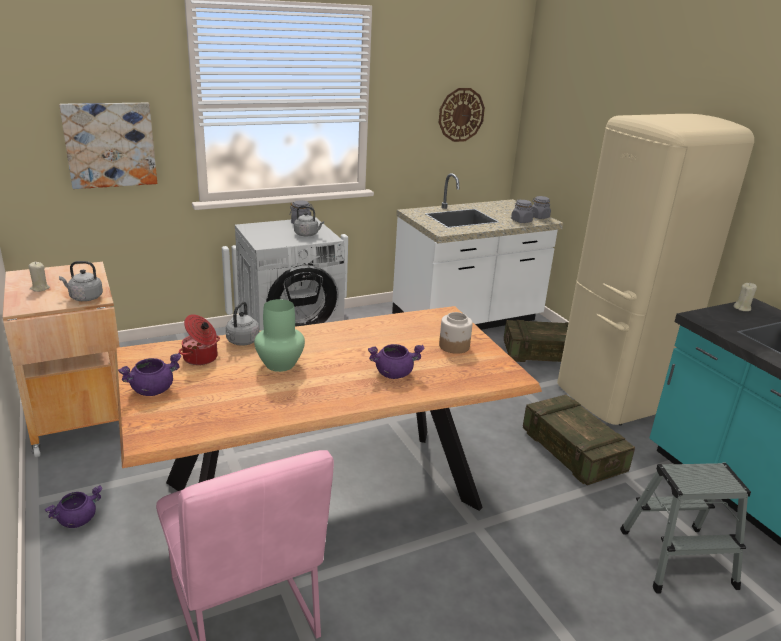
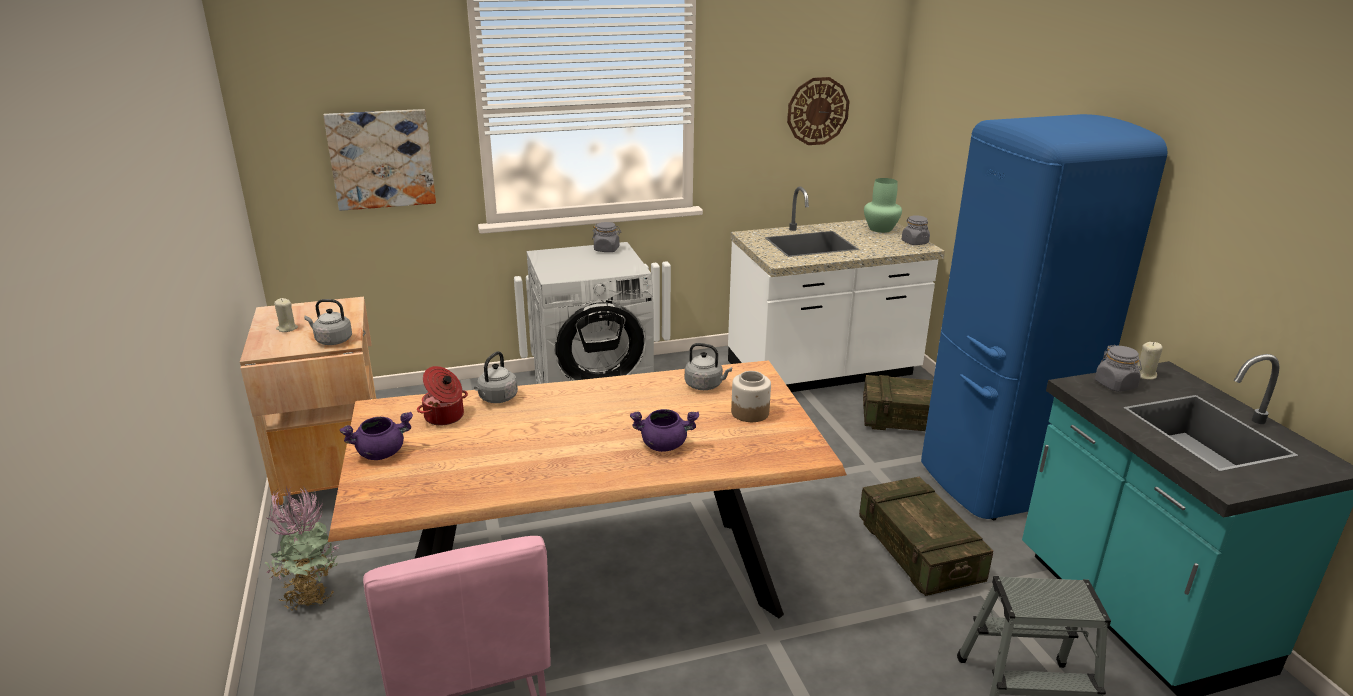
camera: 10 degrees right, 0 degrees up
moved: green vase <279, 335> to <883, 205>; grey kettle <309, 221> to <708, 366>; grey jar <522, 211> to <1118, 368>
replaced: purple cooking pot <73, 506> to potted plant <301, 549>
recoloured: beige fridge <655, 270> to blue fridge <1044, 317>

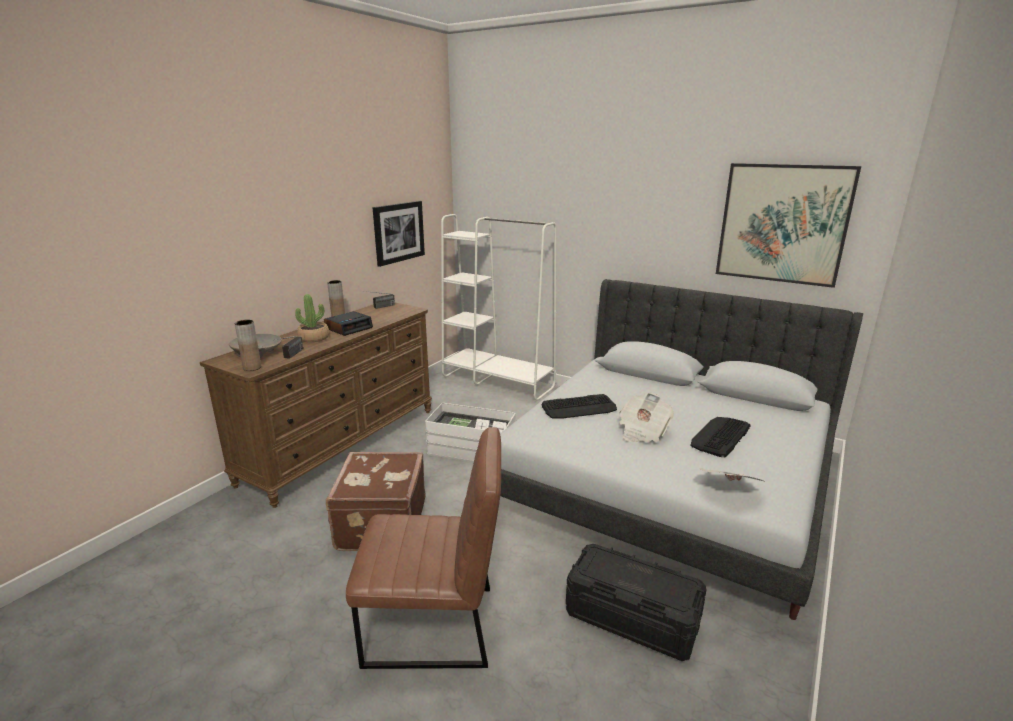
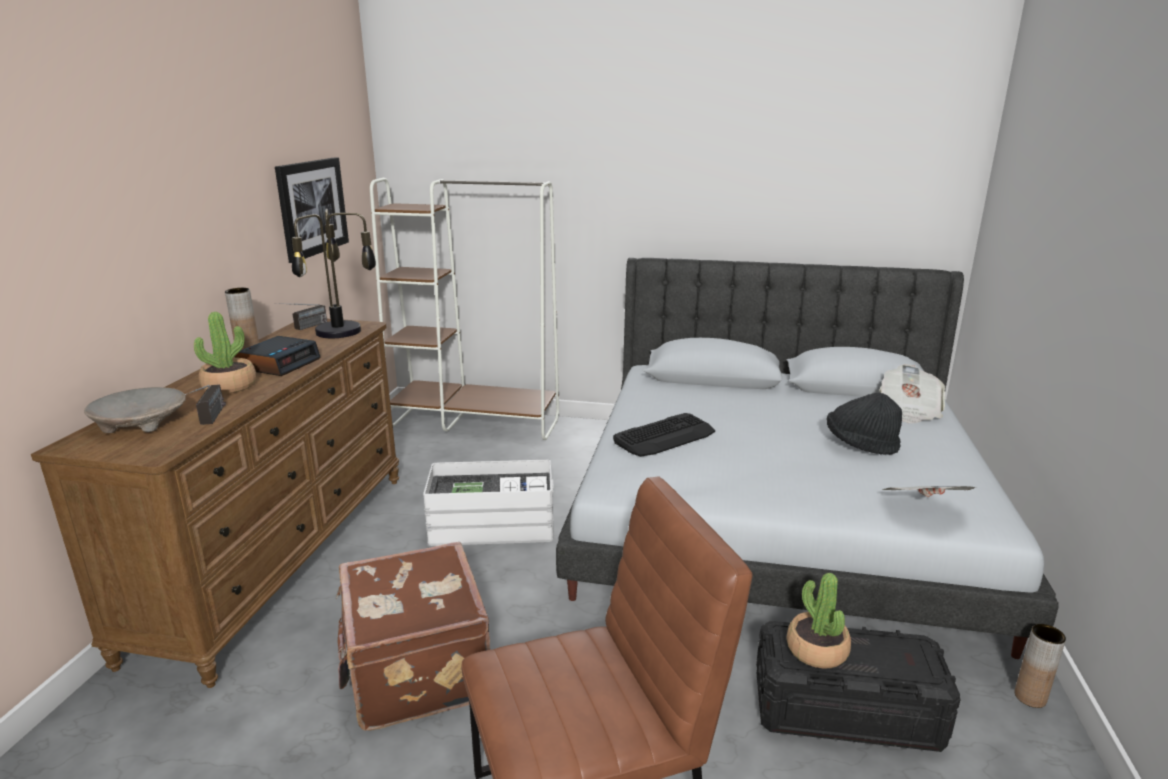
camera: 20 degrees left, 0 degrees up
removed: picture <788, 225>
added: table lamp <334, 273>; potted plant <819, 621>
moved: brown vase <248, 345> to <1040, 666>; newspaper <646, 417> to <912, 393>
replaced: keyboard <720, 437> to black hat <864, 424>
recoloured: white clothes rack <499, 307> to brown clothes rack <464, 309>

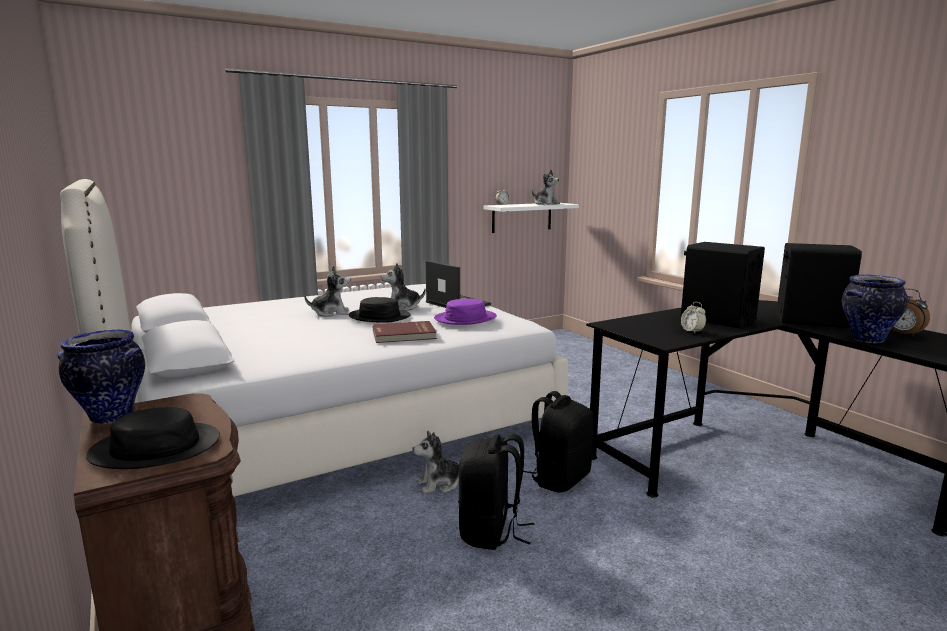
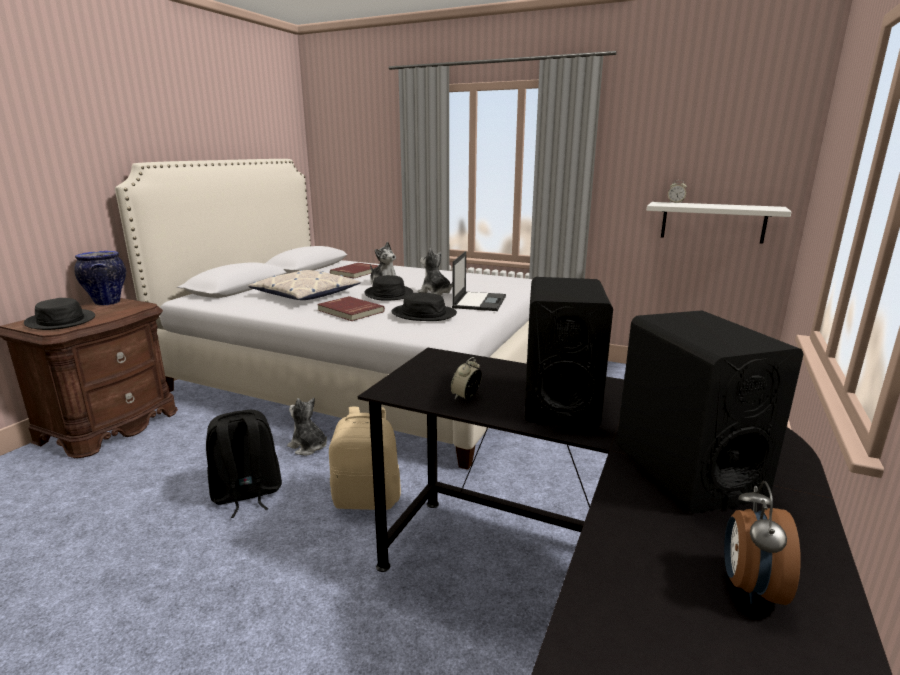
camera: 55 degrees right, 5 degrees up
removed: plush toy <546, 187>; vase <875, 309>
added: pillow <304, 285>; red book <354, 270>
recoloured: purple hat <465, 311> to black hat <424, 307>; black backpack <558, 442> to beige backpack <365, 458>

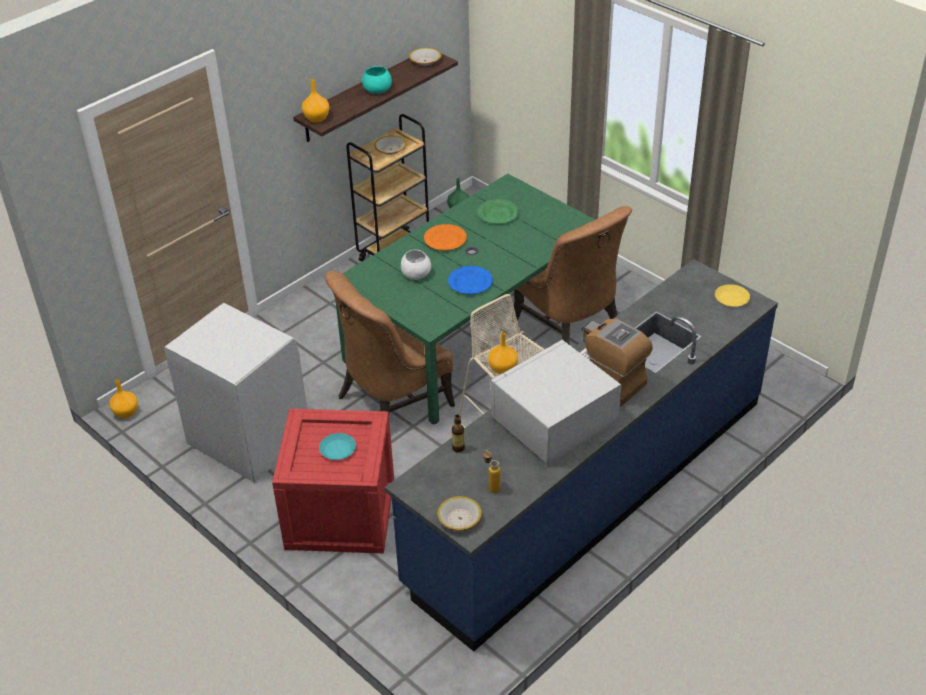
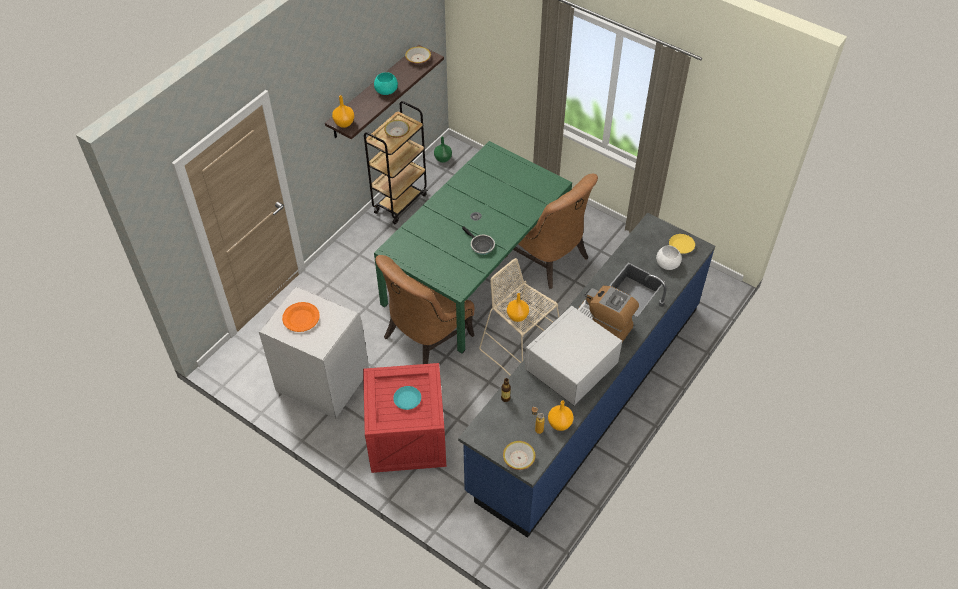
camera: 10 degrees left, 10 degrees up
removed: green plate <498, 211>
moved: orange vase <123, 398> to <561, 416>; white bowl <416, 265> to <669, 257>; orange plate <445, 237> to <301, 317>
replaced: blue plate <470, 280> to frying pan <478, 241>

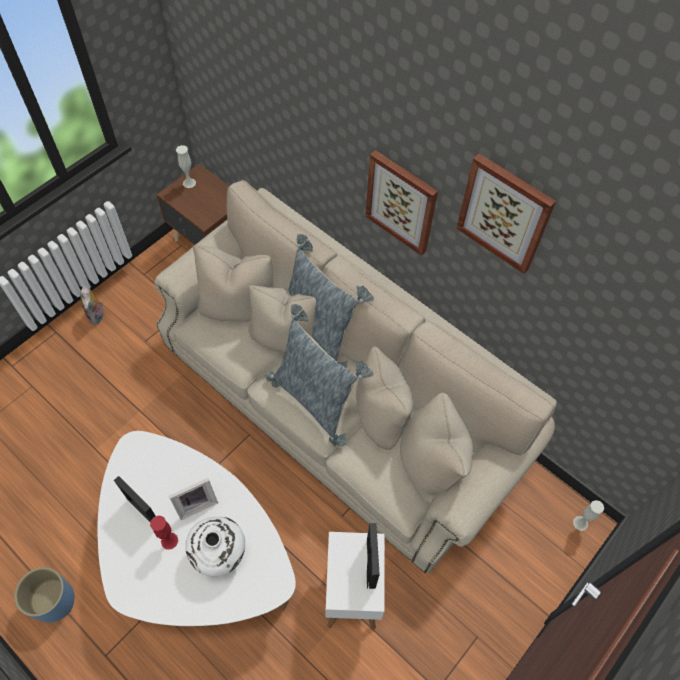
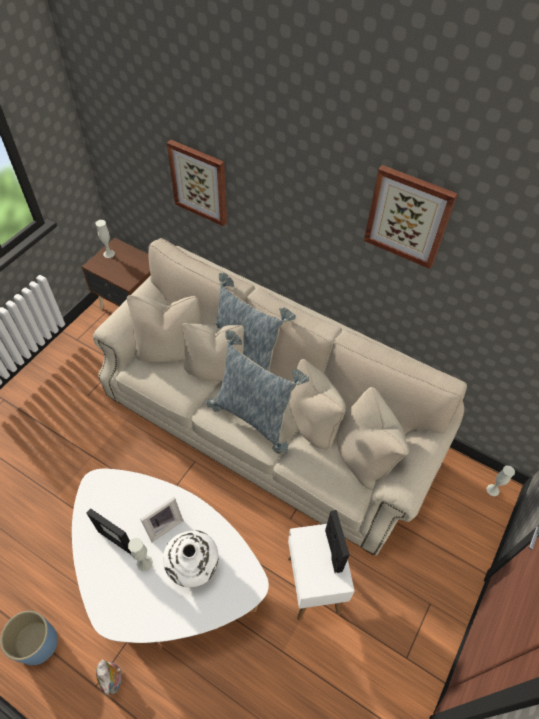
camera: 10 degrees left, 5 degrees down
moved: plush toy <91, 305> to <109, 677>; picture <401, 203> to <197, 183>
recoloured: red vase <164, 532> to white vase <140, 554>

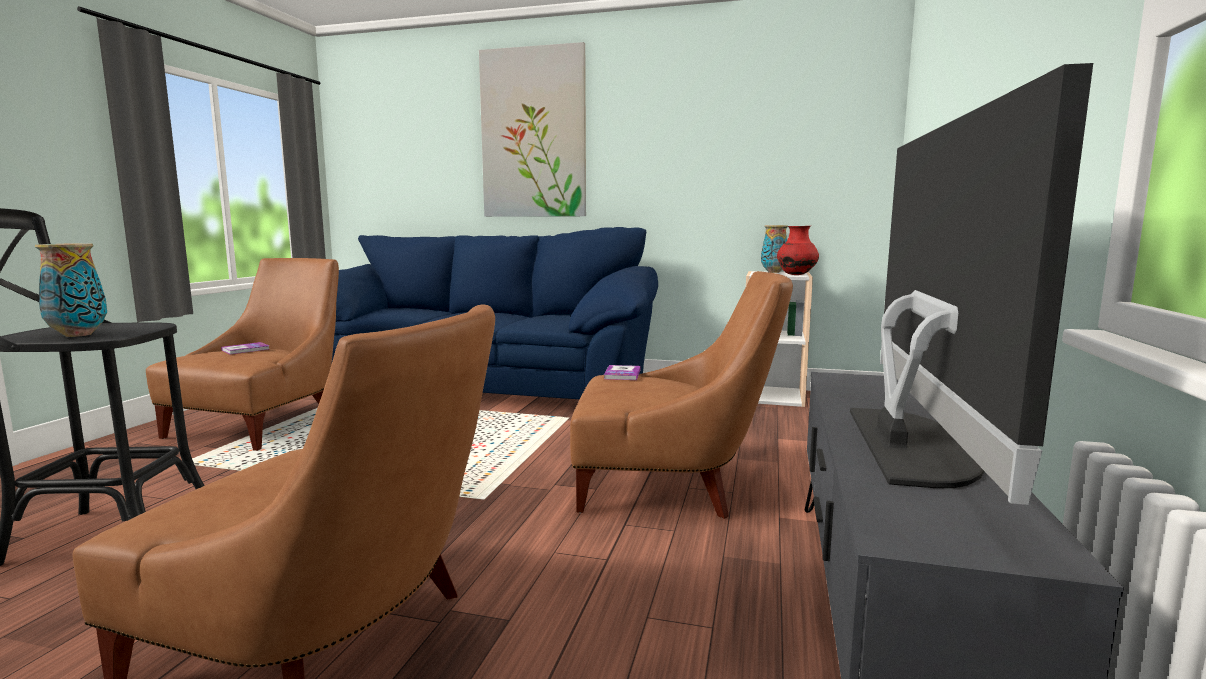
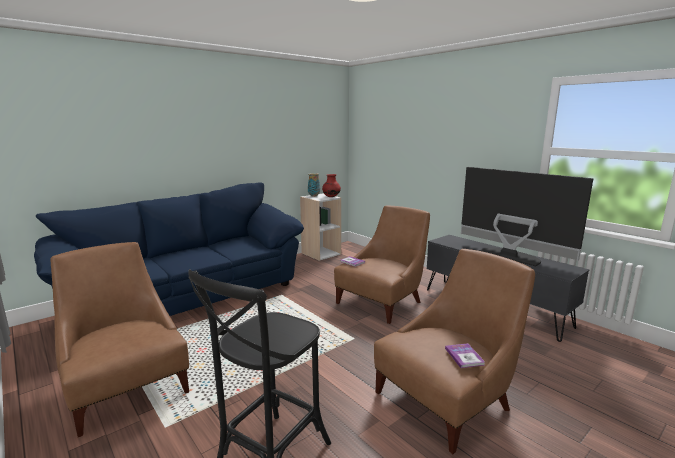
camera: 55 degrees left, 5 degrees up
removed: vase <71, 290>; picture <532, 129>
moved: book <245, 348> to <465, 355>

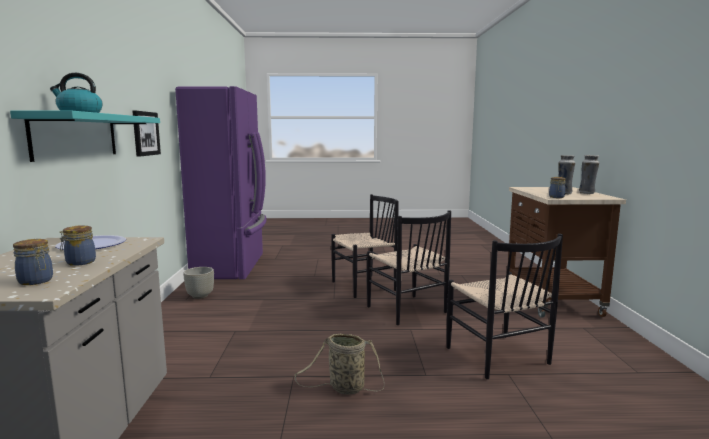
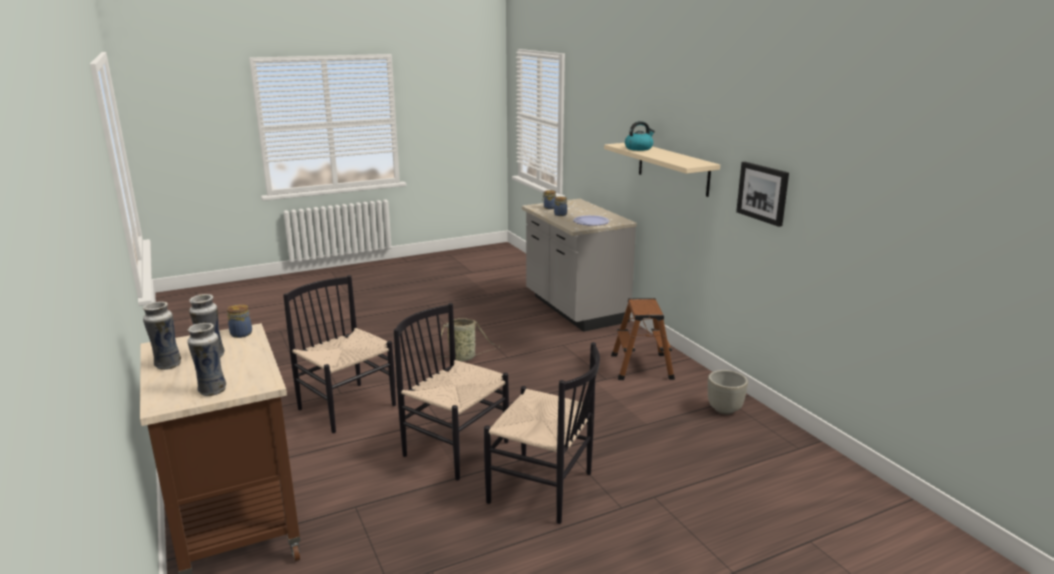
camera: 155 degrees right, 10 degrees up
removed: purple fridge <221, 182>
added: vase <206, 359>; brown step ladder <643, 339>
recoloured: turquoise shelf <85, 136> to beige shelf <662, 170>
turned: black chair <364, 246> = <542, 433> 105 degrees counterclockwise

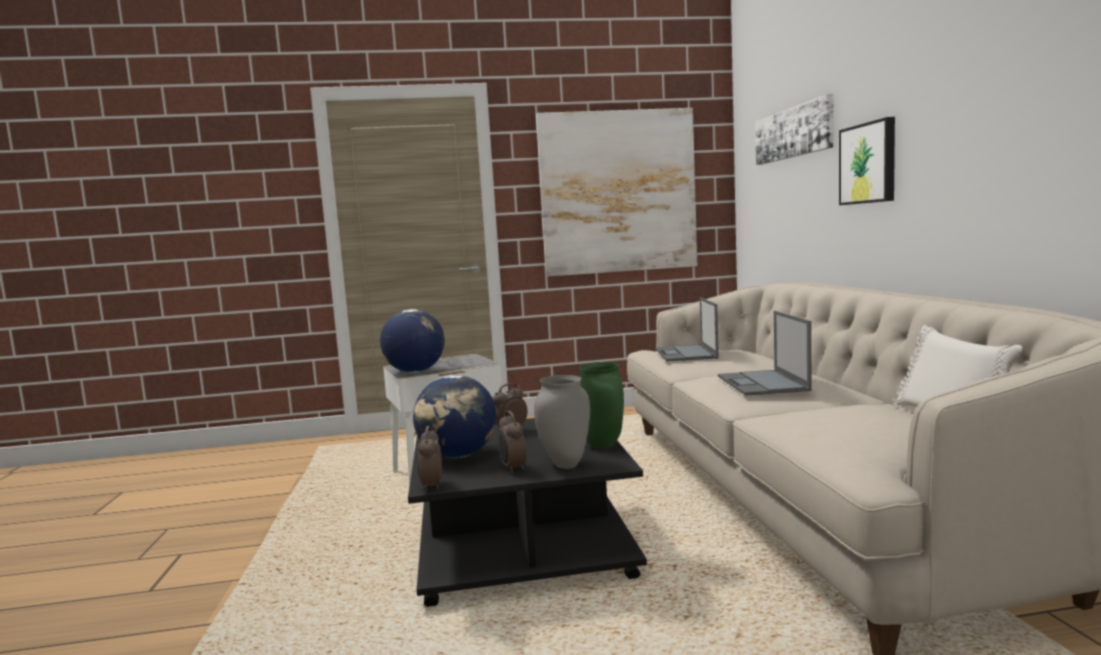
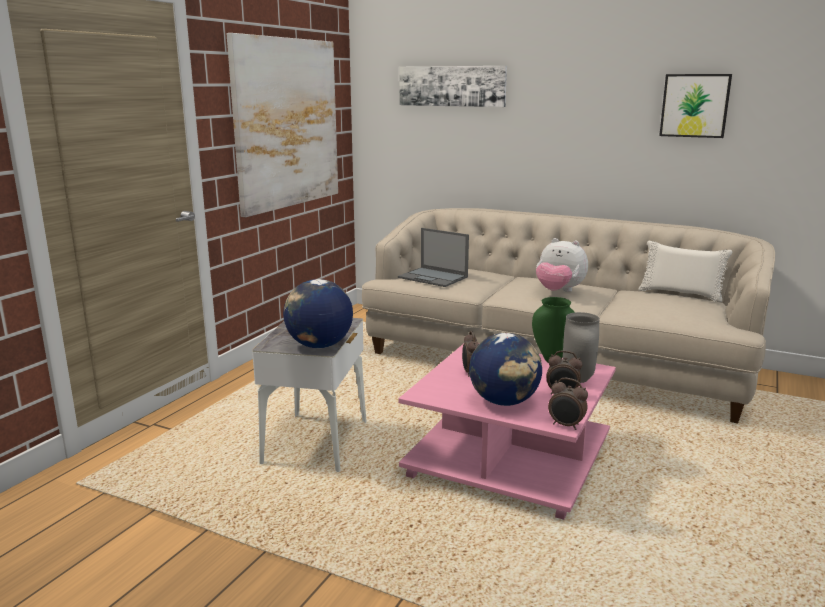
camera: 55 degrees left, 10 degrees up
moved: picture <867, 161> to <695, 106>
replaced: laptop <765, 353> to plush toy <562, 265>
recoloured: black coffee table <527, 512> to pink coffee table <507, 431>

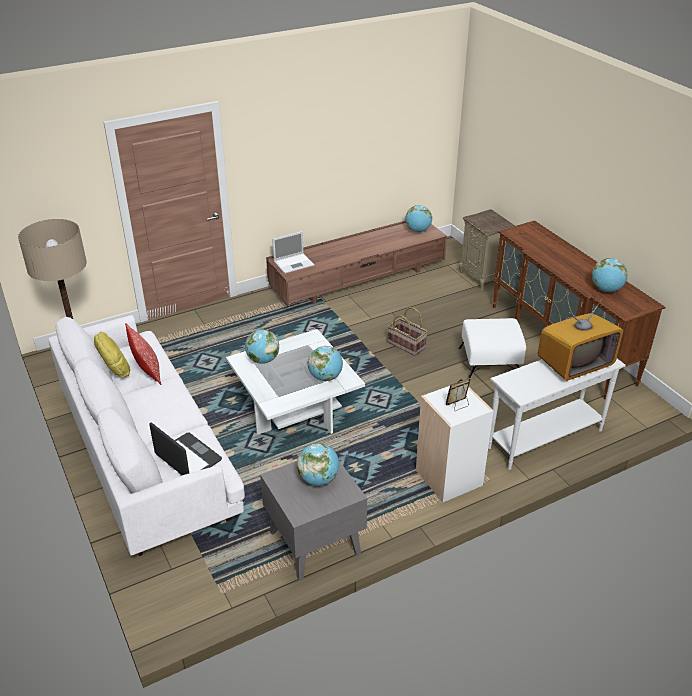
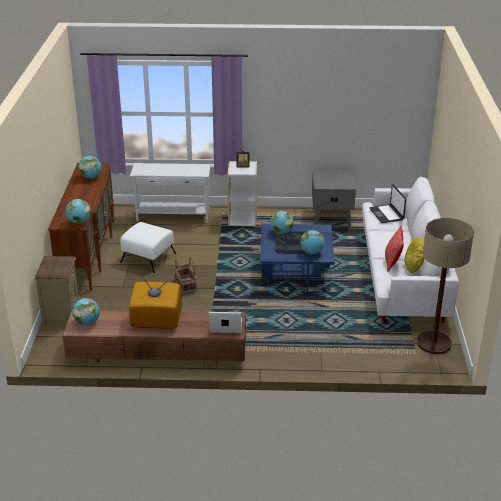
camera: 150 degrees left, 5 degrees down
moved: globe <318, 464> to <78, 211>; television <580, 340> to <155, 302>
recoloured: white coffee table <295, 382> to blue coffee table <297, 258>

